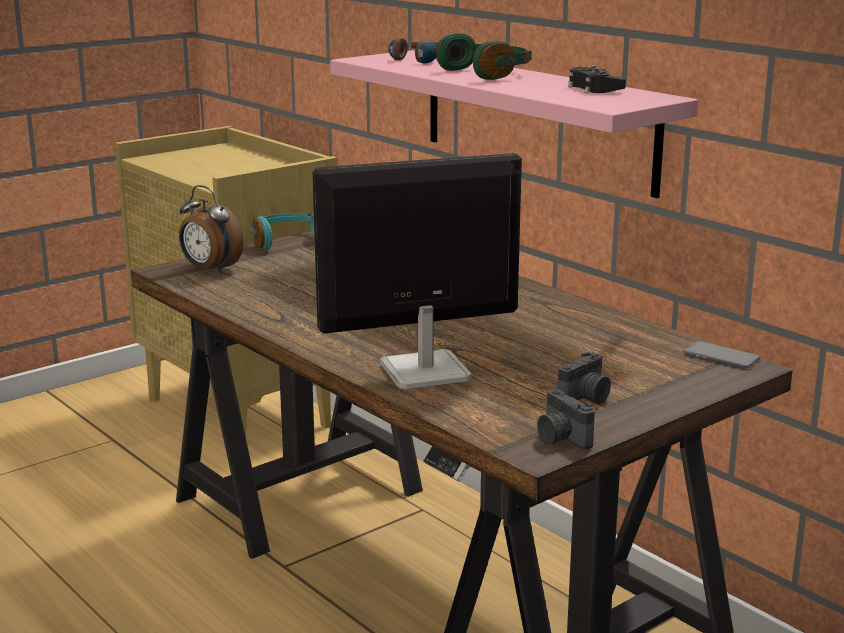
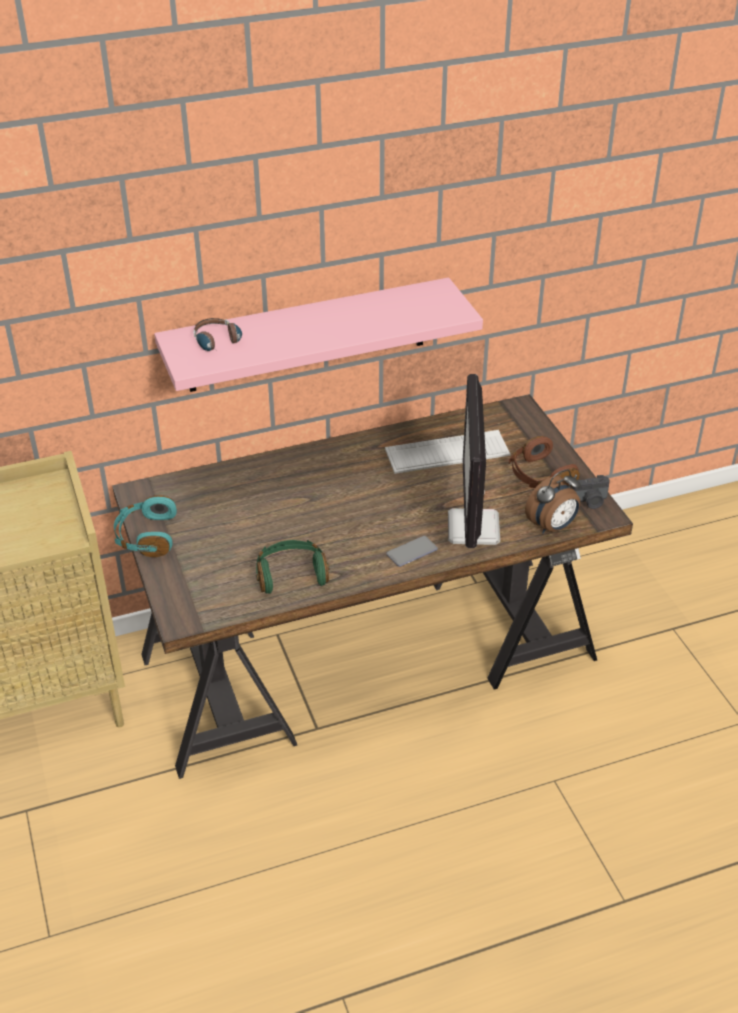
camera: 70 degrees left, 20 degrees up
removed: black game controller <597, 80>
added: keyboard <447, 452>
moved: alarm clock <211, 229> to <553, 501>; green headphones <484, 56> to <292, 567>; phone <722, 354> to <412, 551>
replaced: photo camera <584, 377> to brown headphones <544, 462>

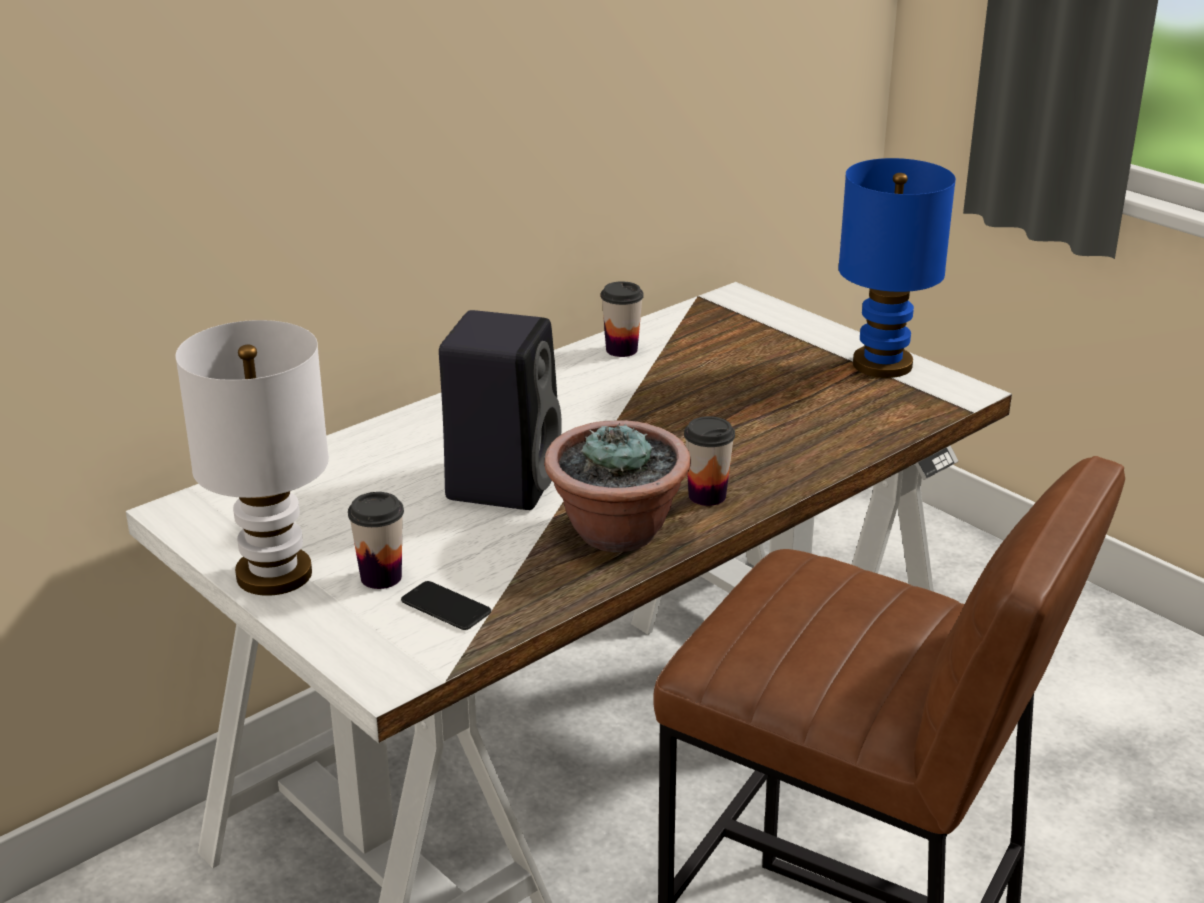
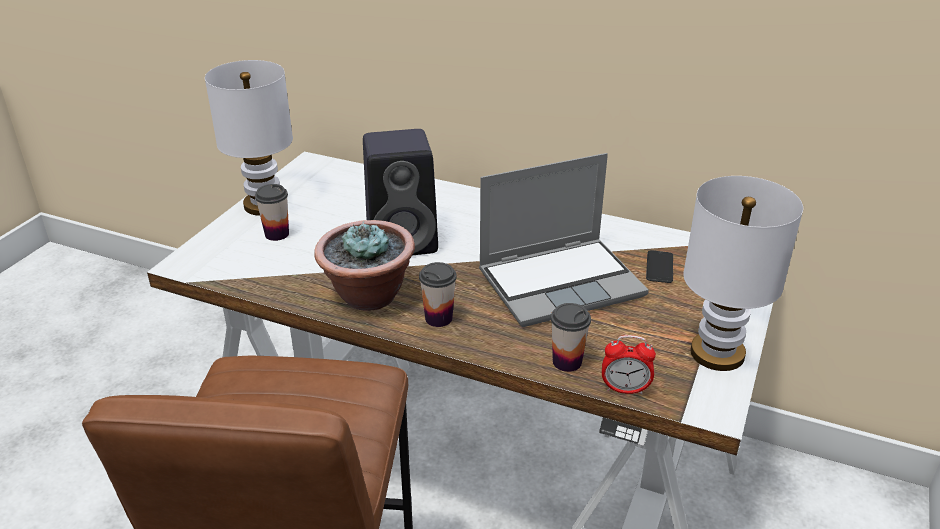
camera: 65 degrees right, 5 degrees up
added: laptop <564, 240>; alarm clock <629, 365>
moved: phone <446, 605> to <659, 266>; cup <622, 319> to <571, 337>
recoloured: blue table lamp <897, 268> to white table lamp <743, 273>

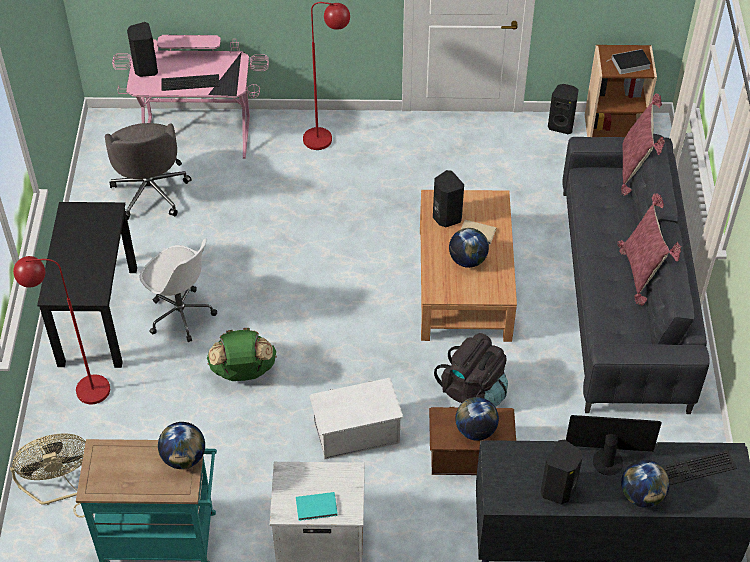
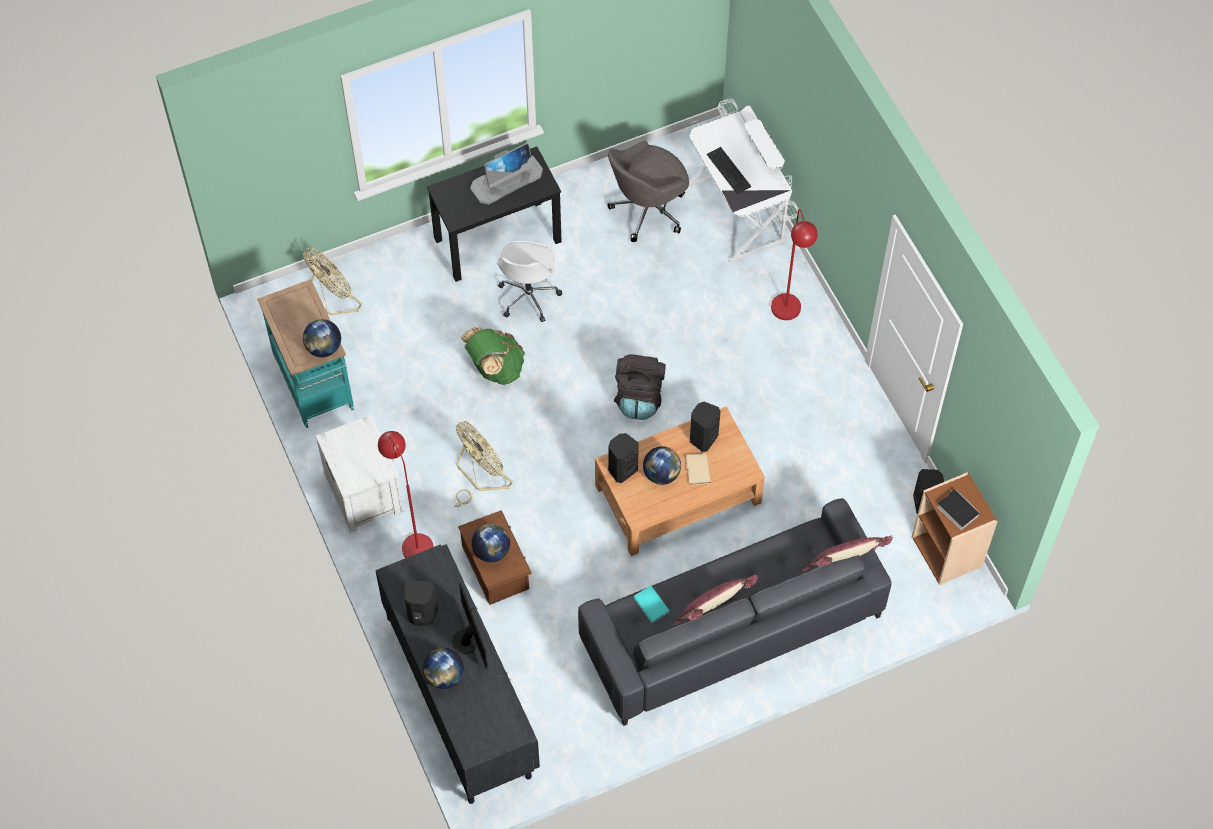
camera: 65 degrees right, 10 degrees up
removed: keyboard <699, 467>
added: monitor <506, 174>
moved: red floor lamp <61, 330> to <406, 494>; black speaker <142, 49> to <623, 458>; turquoise book <317, 506> to <652, 604>; black backpack <471, 370> to <640, 387>
replaced: white storage box <356, 418> to beige fan <484, 464>
recoloured: pink desk <190, 97> to white desk <744, 180>

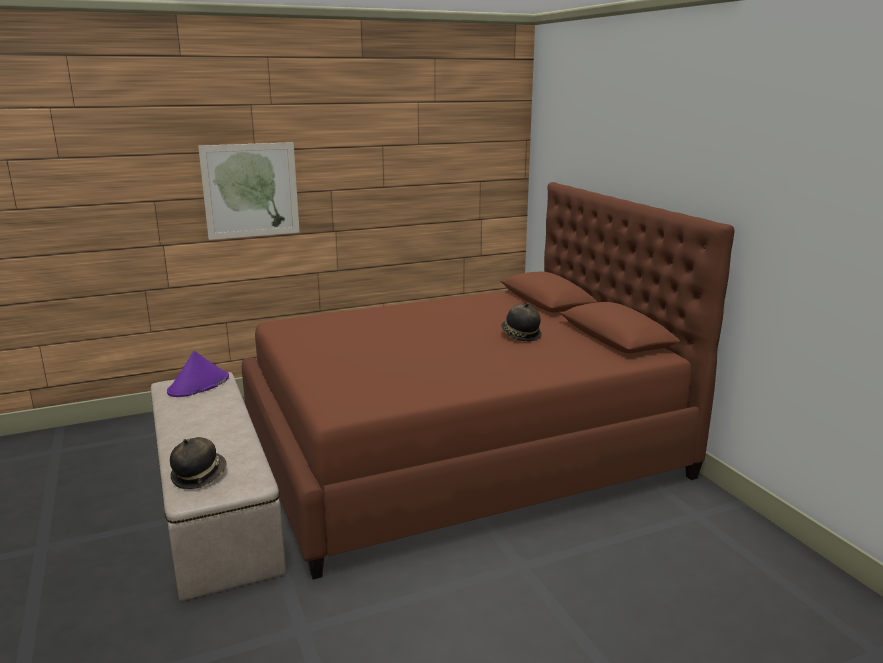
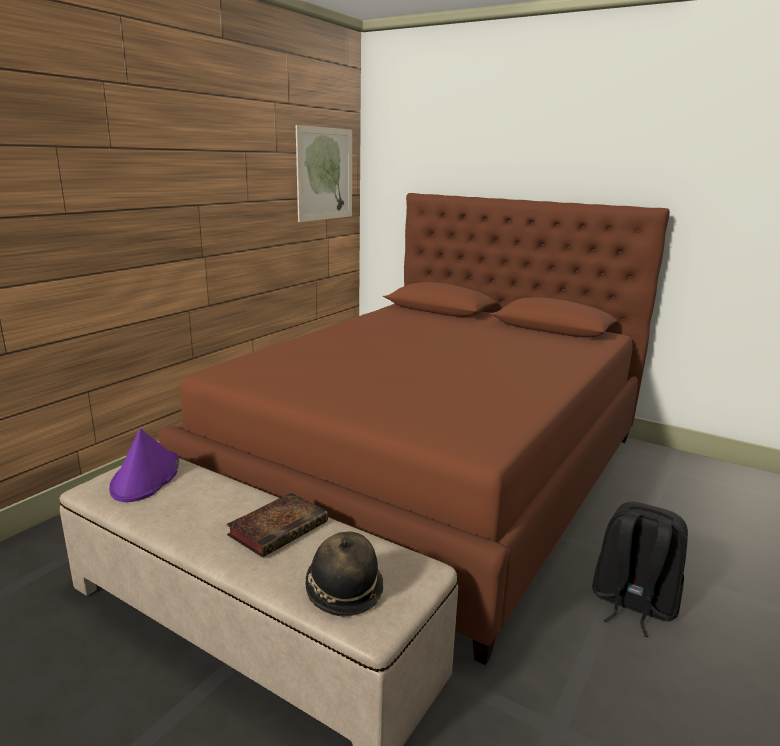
camera: 35 degrees left, 0 degrees up
removed: hat <521, 322>
added: book <277, 525>; black backpack <640, 569>
moved: picture <249, 191> to <324, 173>

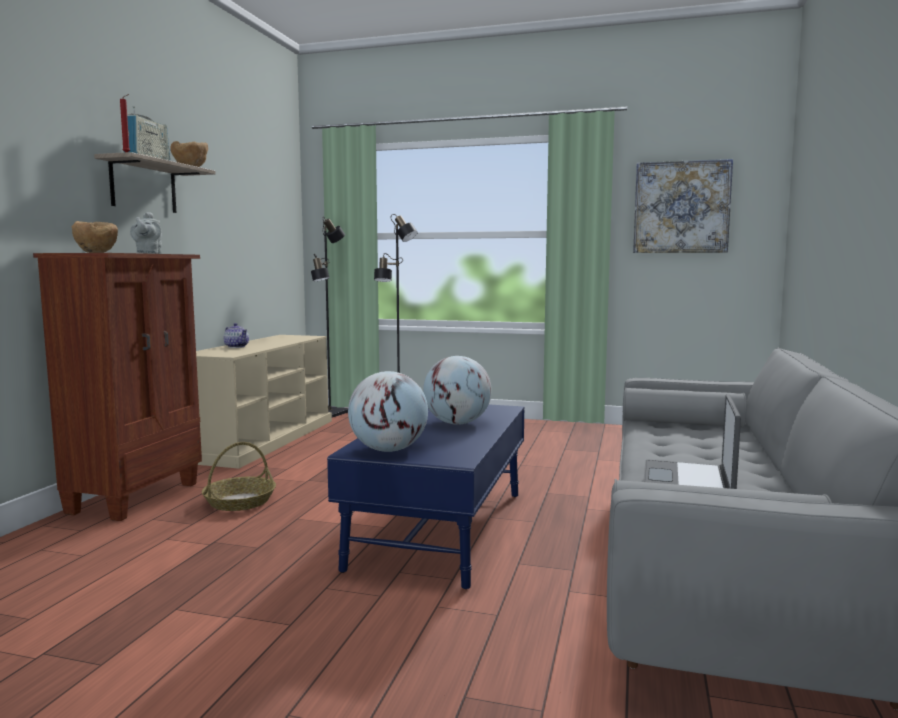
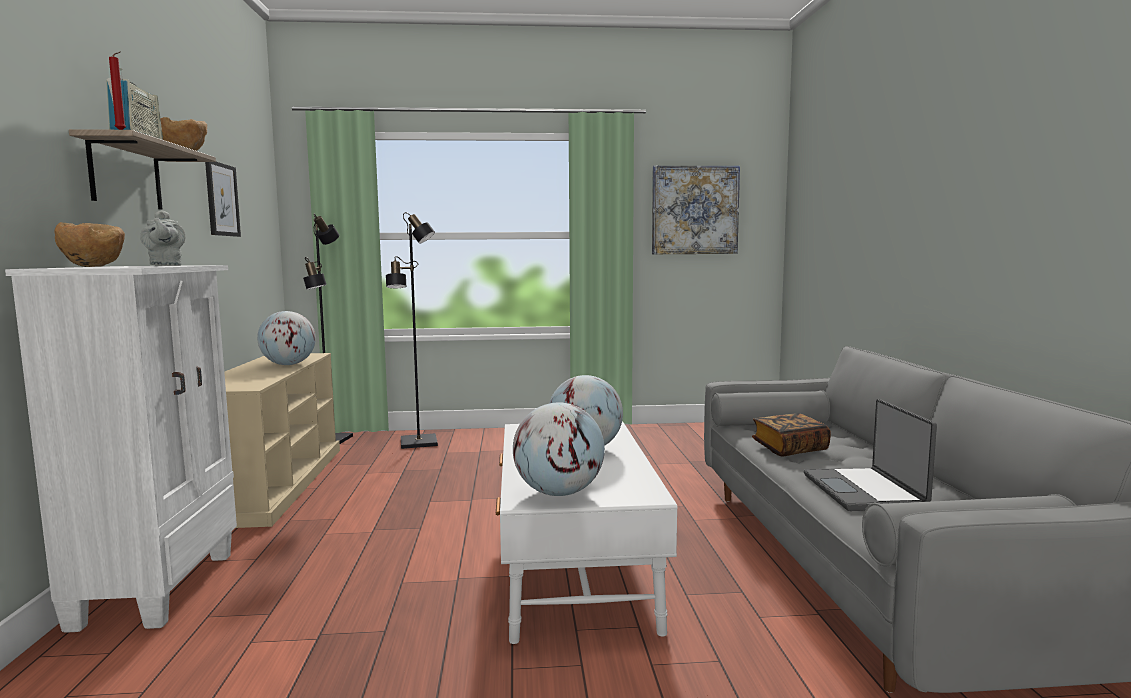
camera: 20 degrees left, 0 degrees up
removed: basket <238, 476>; teapot <236, 335>
added: picture <223, 199>; globe <286, 338>; book <791, 435>
recoloured: brown cabinet <117, 387> to white cabinet <121, 449>; blue coffee table <426, 496> to white coffee table <587, 532>

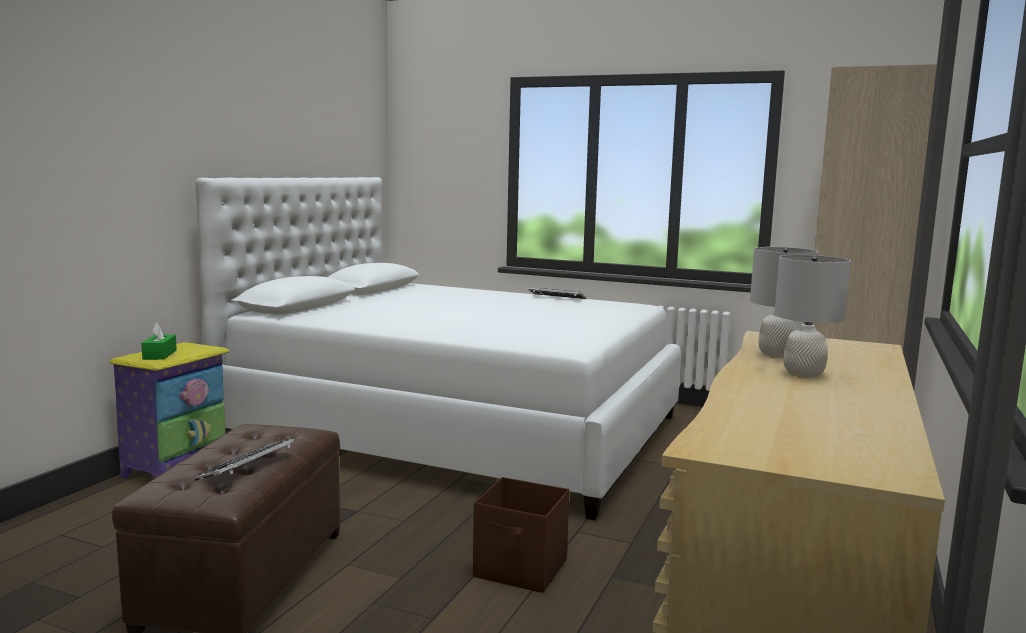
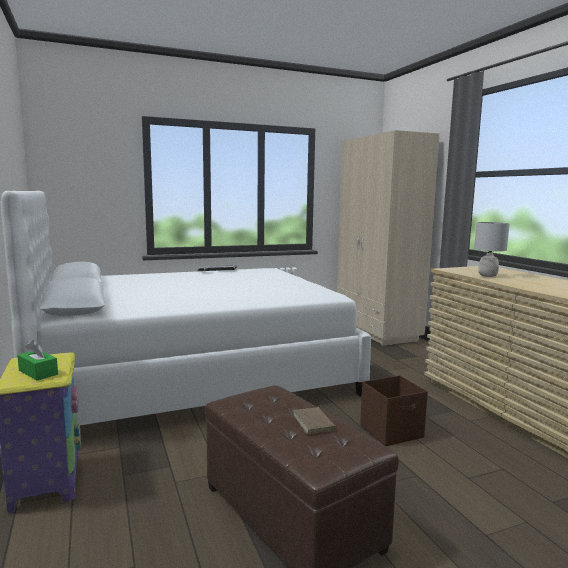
camera: 45 degrees left, 0 degrees up
removed: grey table lamp <812, 316>
replaced: keyboard <244, 459> to brown book <314, 420>

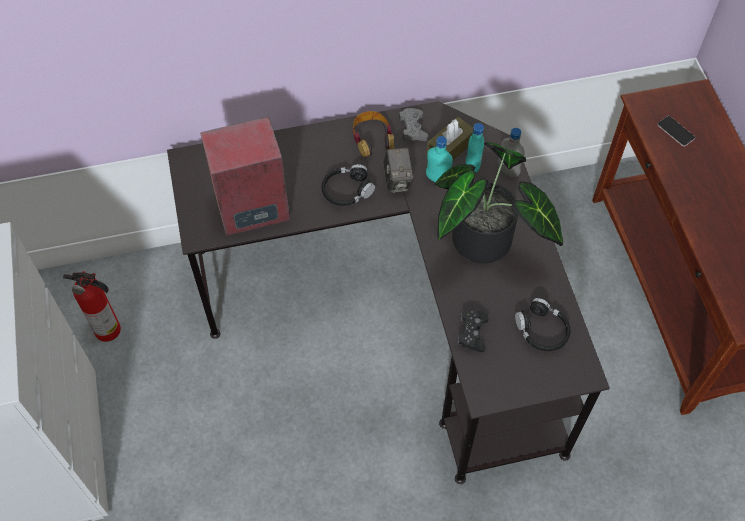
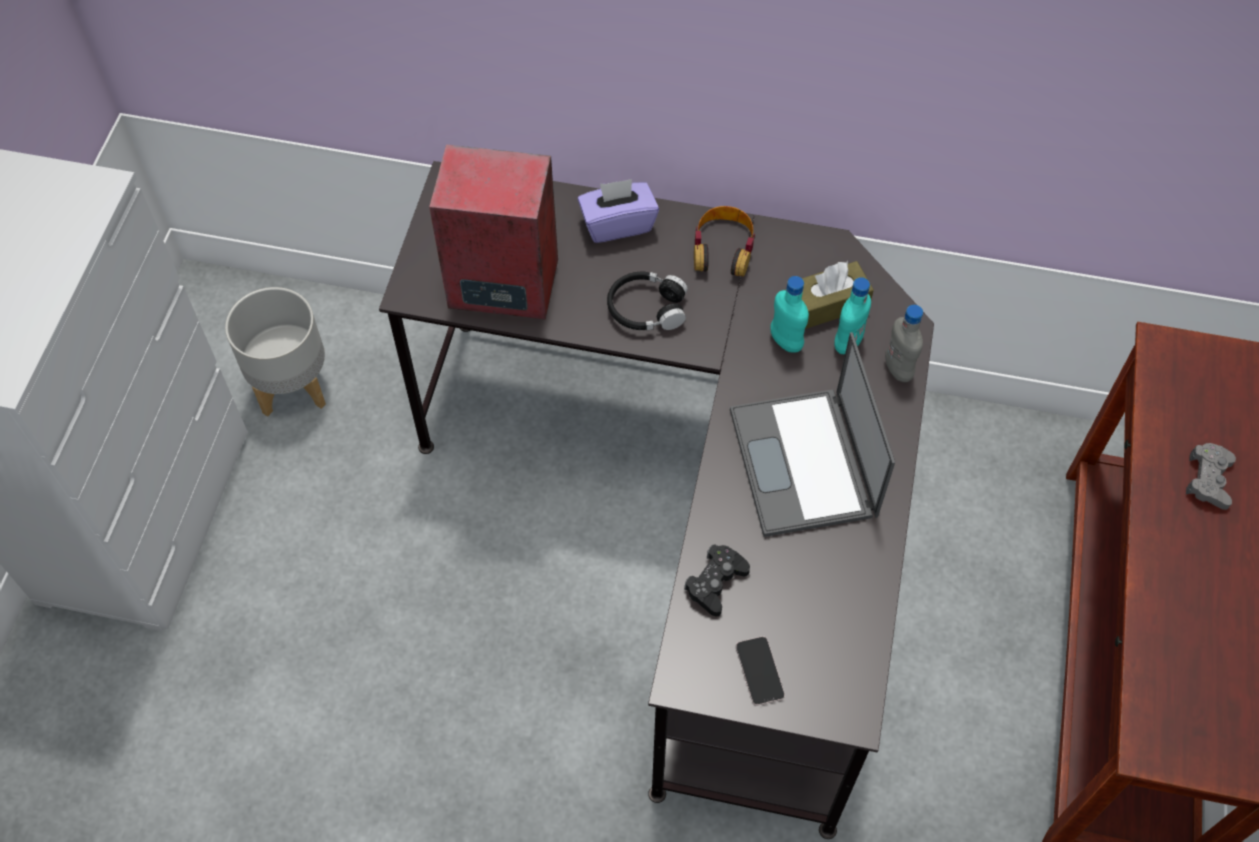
camera: 25 degrees right, 0 degrees up
removed: photo camera <398, 170>; black headphones <542, 324>
added: purple tissue box <618, 211>
moved: grey game controller <413, 124> to <1211, 476>; phone <676, 131> to <760, 671>
replaced: fire extinguisher <92, 306> to grey planter <275, 352>; potted plant <498, 202> to laptop <812, 434>

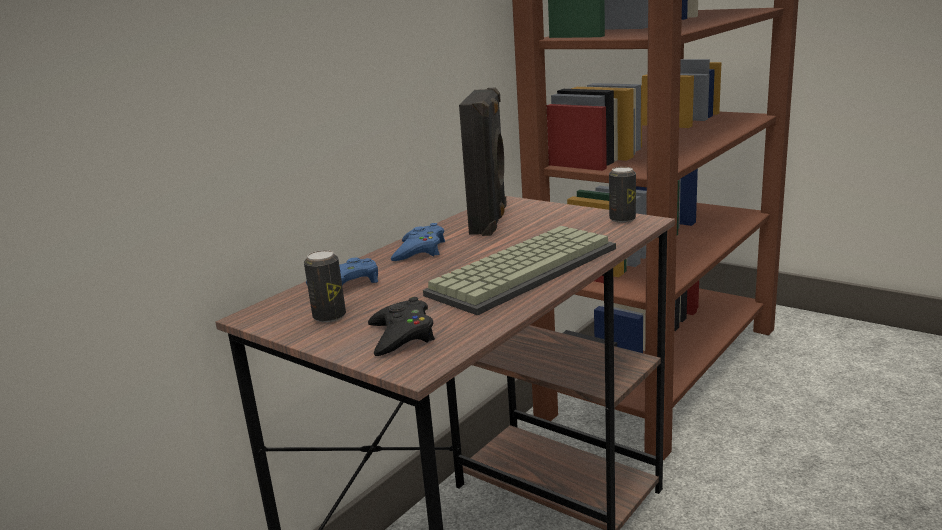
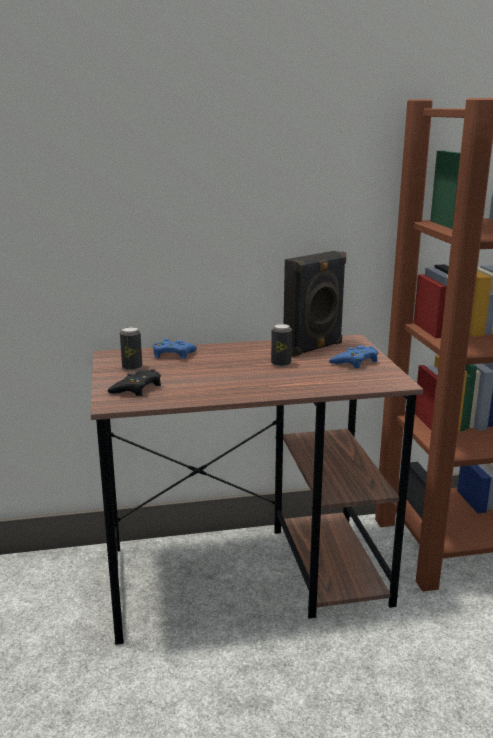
camera: 40 degrees right, 0 degrees up
removed: keyboard <519, 271>
moved: blue game controller <418, 242> to <353, 357>; can <622, 195> to <281, 345>

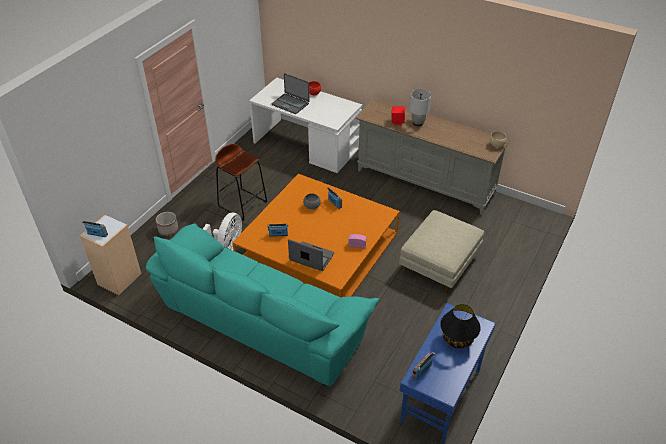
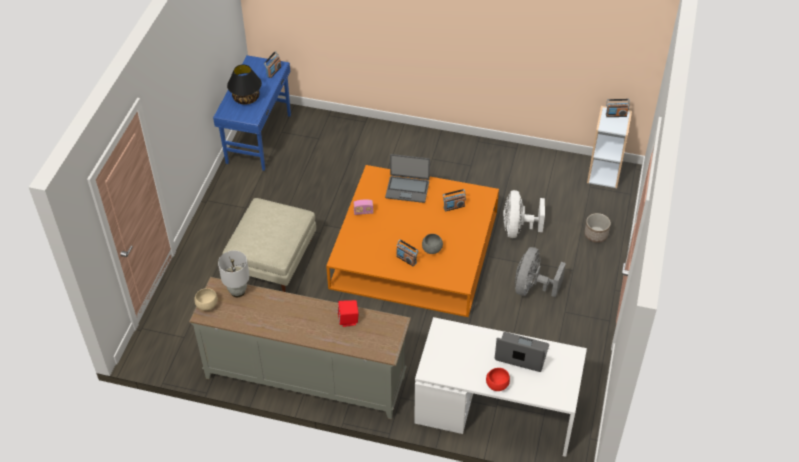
camera: 165 degrees right, 5 degrees up
removed: turquoise sofa <263, 304>
moved: white table lamp <420, 107> to <234, 274>
replaced: brown stool <241, 182> to grey fan <540, 272>

